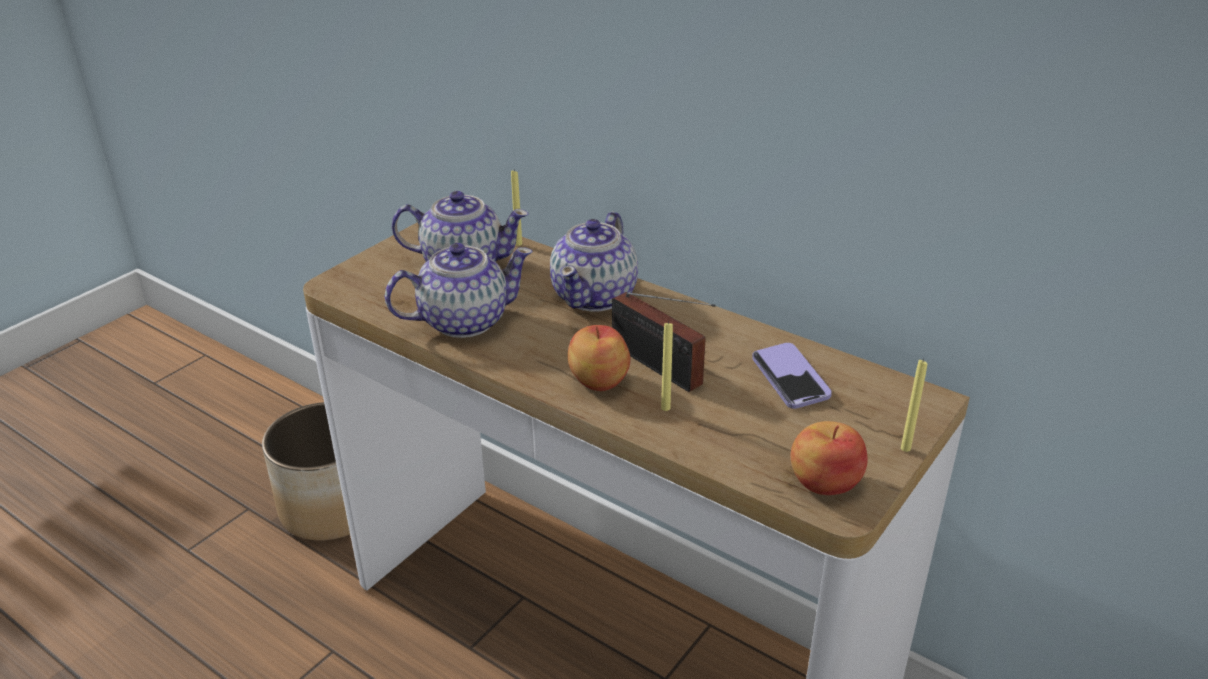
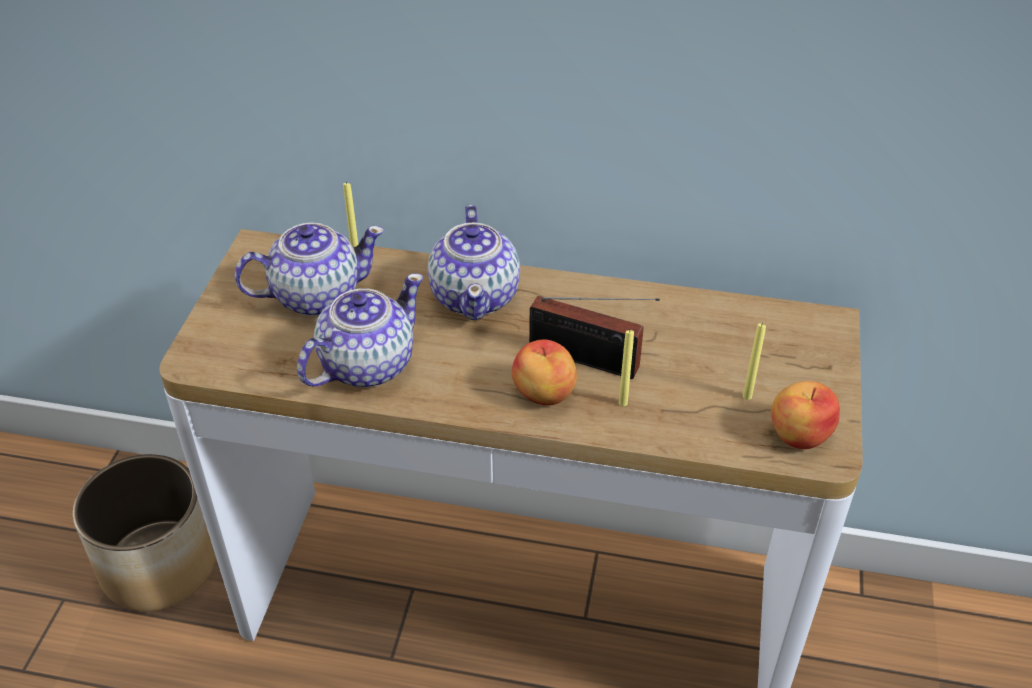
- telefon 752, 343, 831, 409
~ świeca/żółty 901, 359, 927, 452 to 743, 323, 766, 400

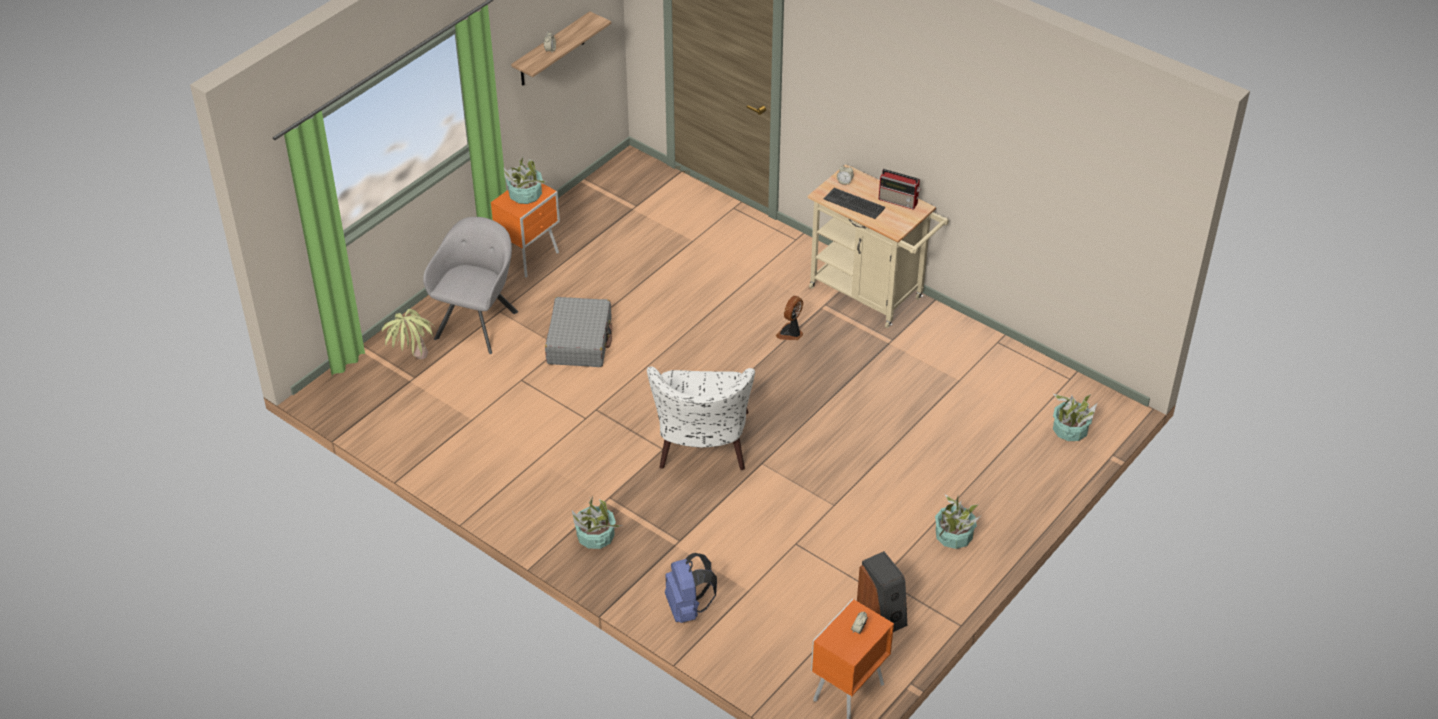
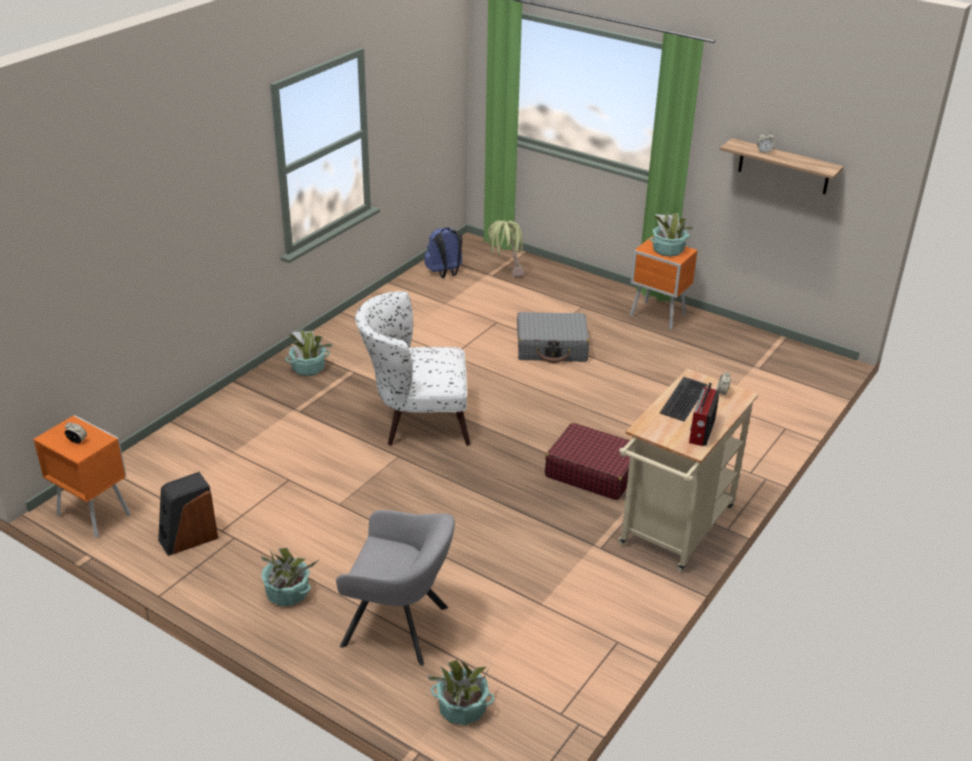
~ fotel/szary 423, 217, 518, 354 to 336, 510, 455, 666
~ plecak/niebieski 665, 553, 717, 623 to 424, 227, 463, 278
~ wentylator 776, 296, 803, 340 to walizka/czerwony 545, 423, 631, 500

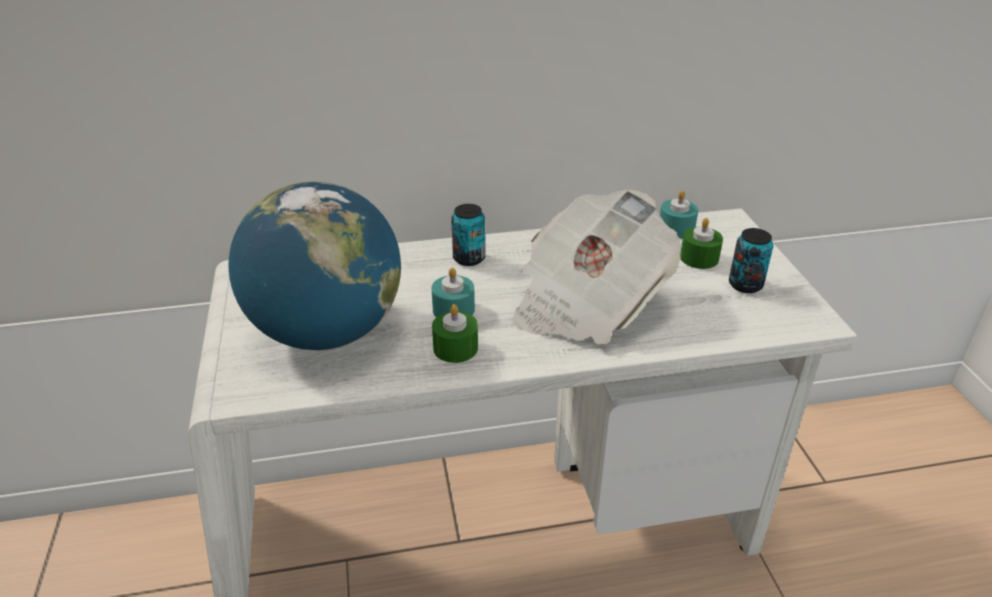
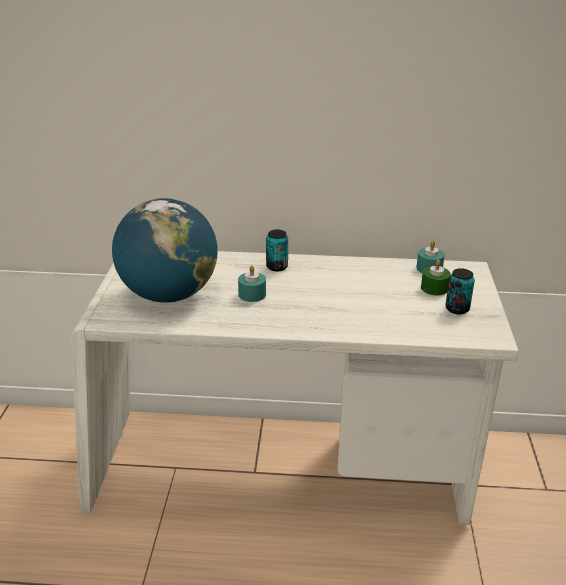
- świeca/zielony 432, 304, 478, 363
- gazeta 513, 190, 681, 345

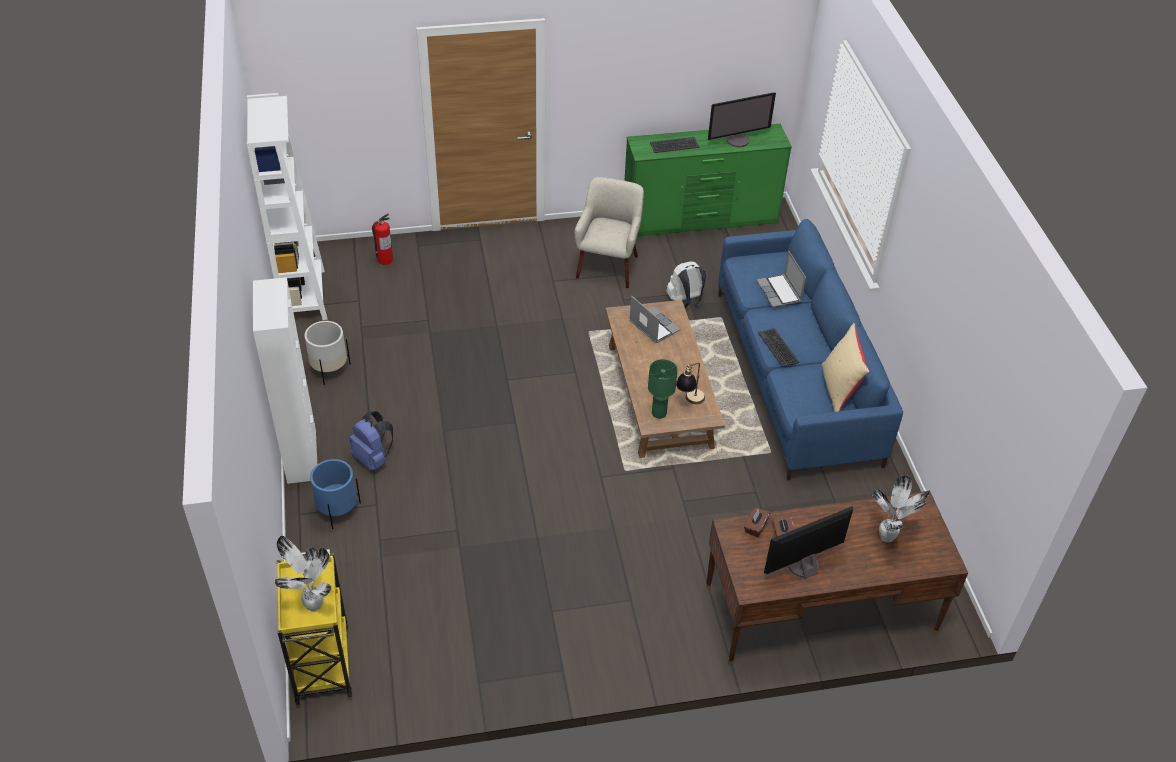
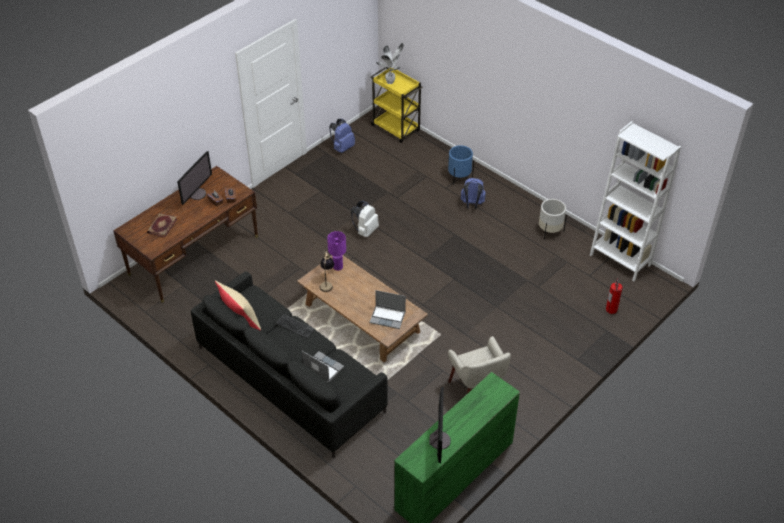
- szafka/biały 253, 277, 317, 484
- klawiatura 650, 137, 699, 153
+ plecak/niebieski 329, 119, 355, 153
~ plecak/biały 667, 261, 706, 308 to 351, 201, 379, 237
~ roślina doniczkowa 872, 475, 930, 542 to książka 147, 213, 177, 237
~ lampa stołowa/zielony 648, 359, 678, 419 to lampa stołowa/fioletowy 327, 231, 346, 271
~ kanapa/niebieski 718, 219, 903, 481 to kanapa/czarny 191, 271, 388, 458
~ monitor 708, 92, 776, 147 = 429, 386, 451, 463 150 degrees clockwise

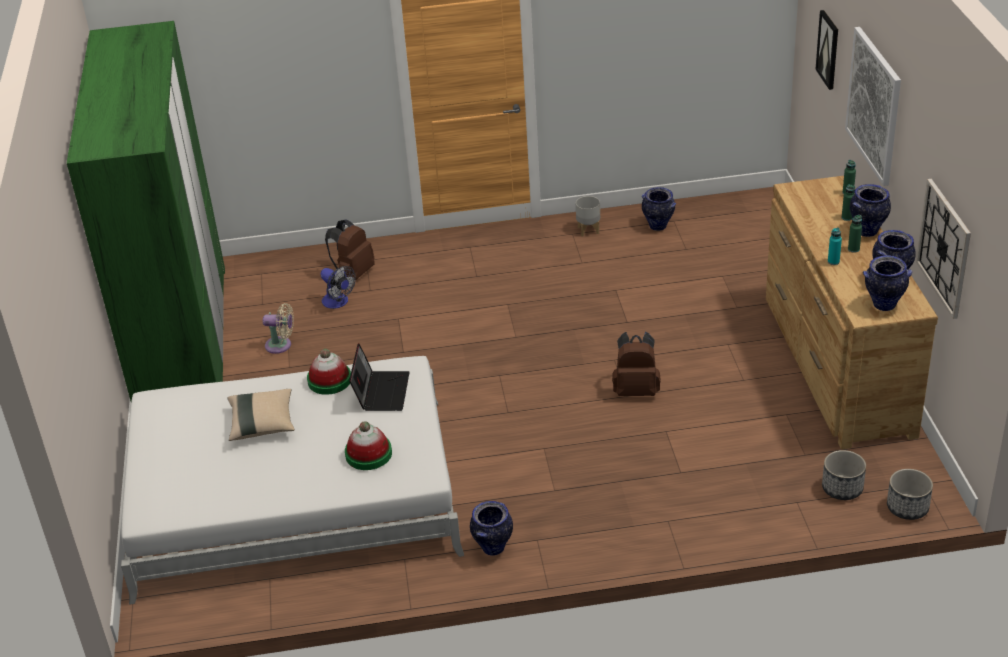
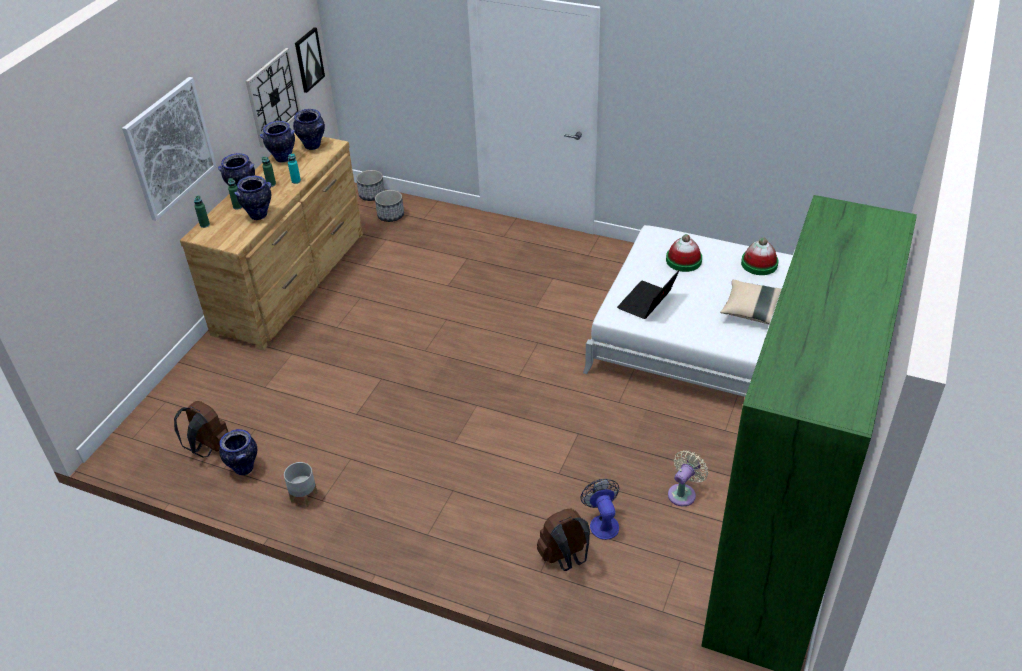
~ kapelusz 307, 349, 351, 395 to 741, 238, 779, 275
~ wazon 470, 501, 513, 556 to 234, 176, 271, 220
~ plecak/brązowy 612, 332, 661, 396 to 174, 401, 228, 458
~ obraz 815, 10, 838, 90 to 295, 27, 325, 93
~ wentylator/beżowy 263, 303, 294, 354 = 668, 450, 708, 507 90 degrees clockwise

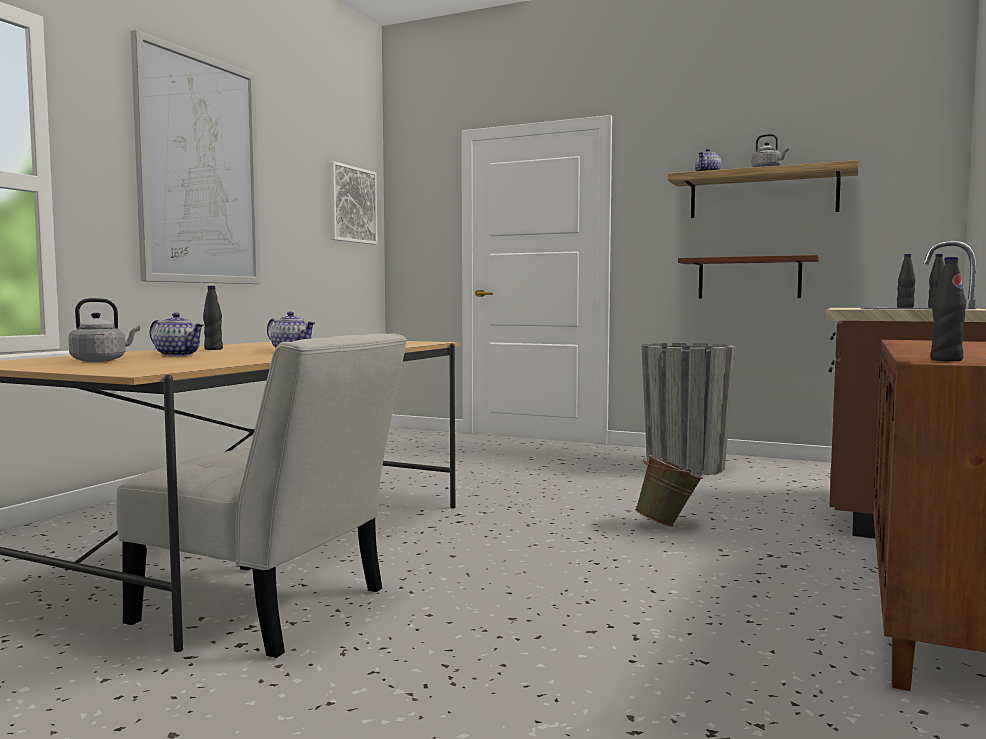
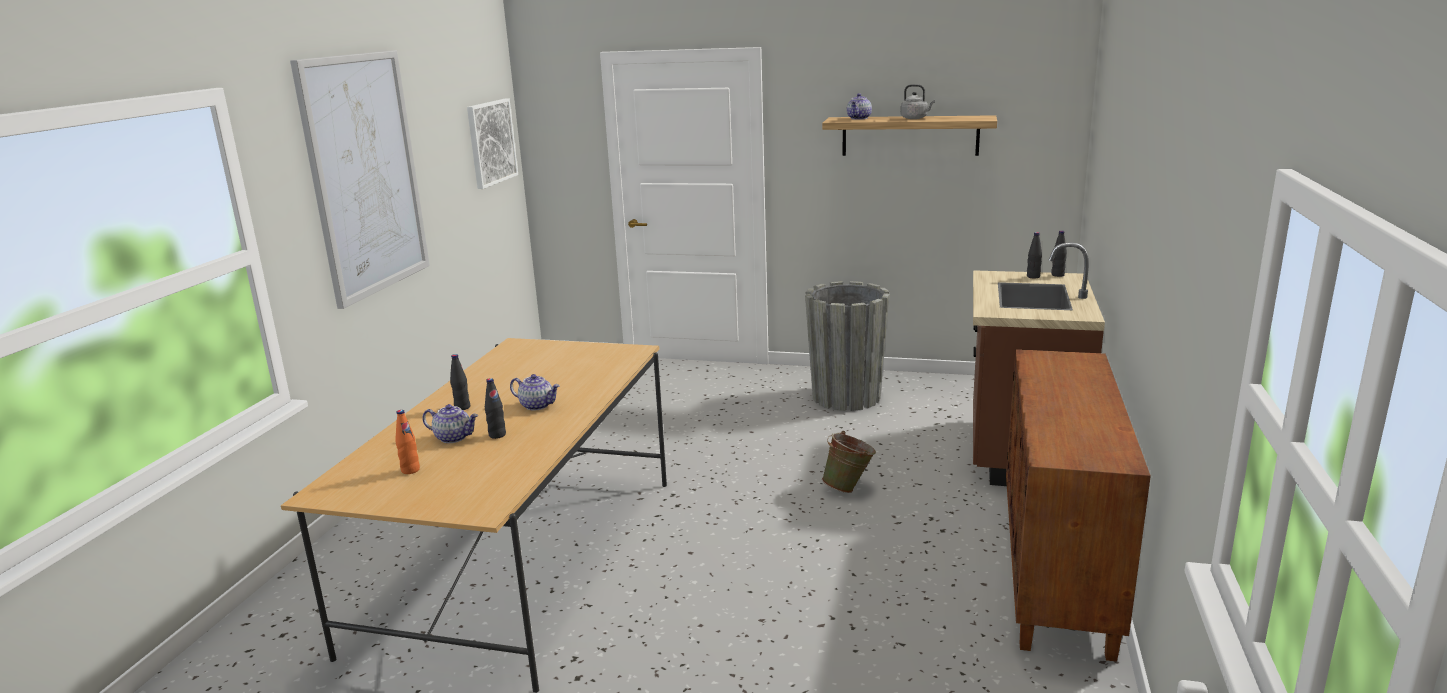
- krzesło/biały 116, 333, 407, 658
- półka/brązowy 678, 255, 819, 298
~ butelka/czarny 931, 257, 966, 361 to 485, 378, 506, 439
~ czajnik/szary 68, 298, 140, 362 to butelka/pomarańczowy 395, 410, 420, 474

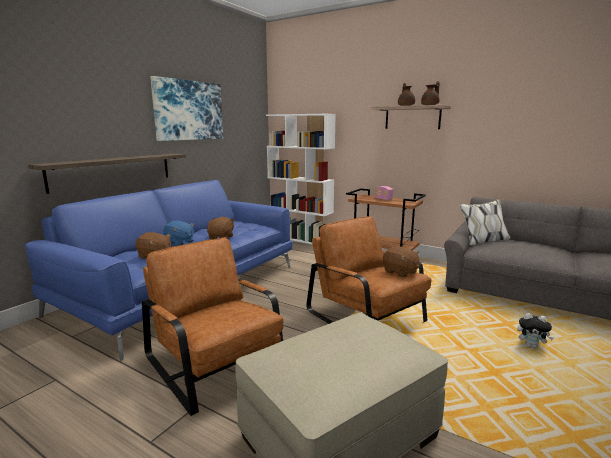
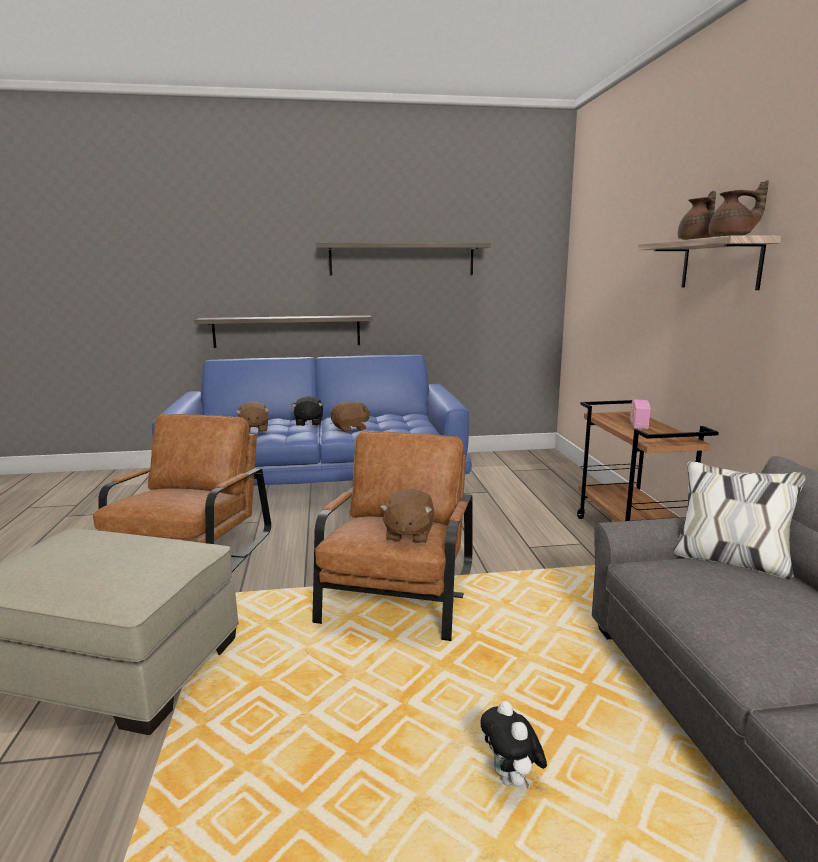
- regał/biały 266, 114, 336, 245
~ obraz 150, 76, 223, 141 to półka 317, 243, 491, 276
~ pluszak/niebieski 163, 221, 194, 246 to pluszak/czarny 292, 396, 323, 426

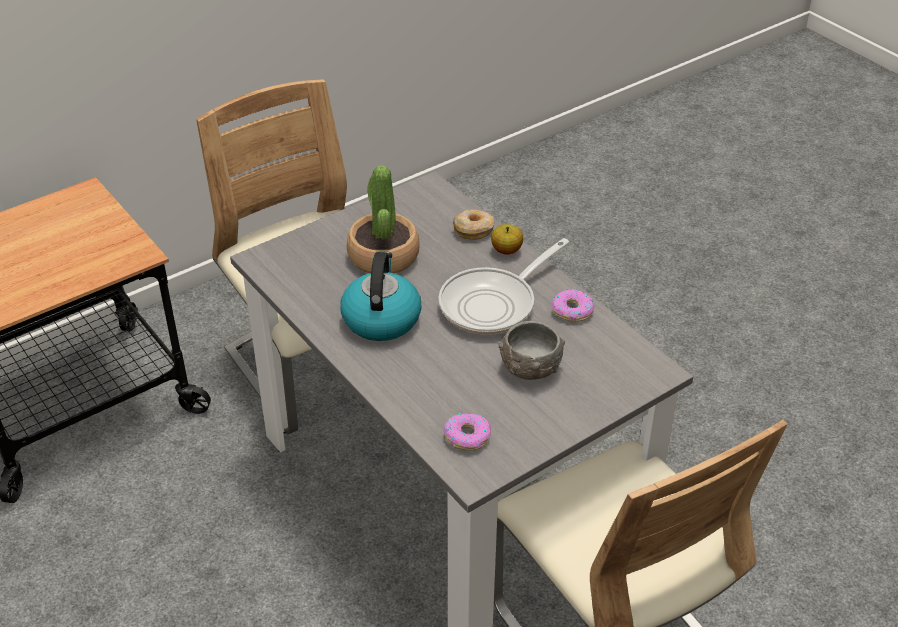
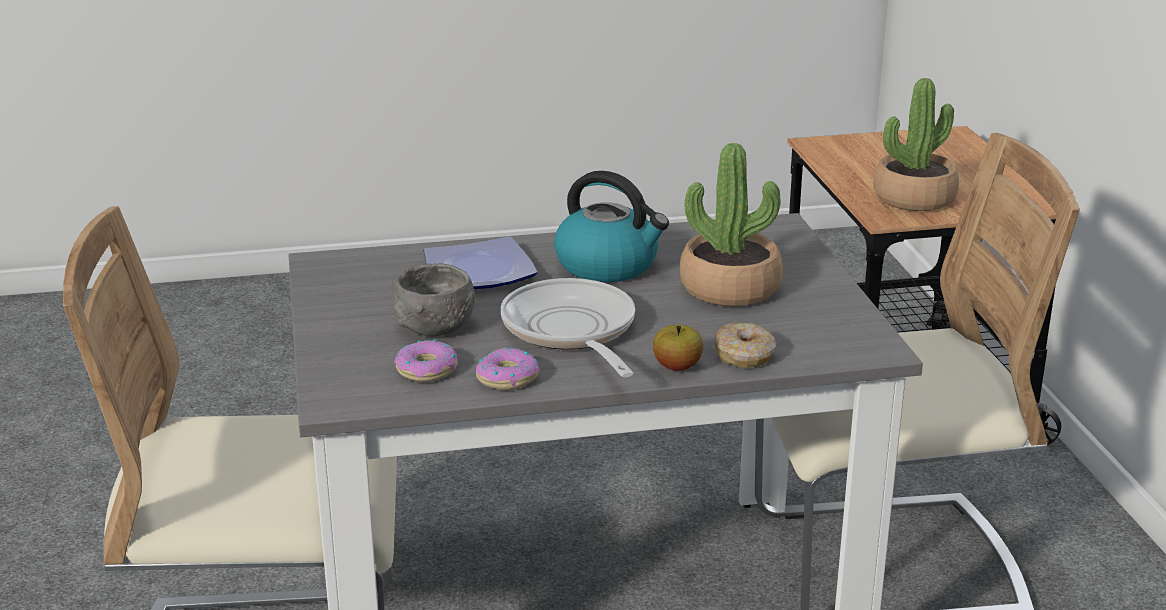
+ talerz 424, 237, 538, 289
+ roślina doniczkowa 873, 78, 959, 211
~ donut 444, 413, 491, 451 to 394, 339, 458, 382

